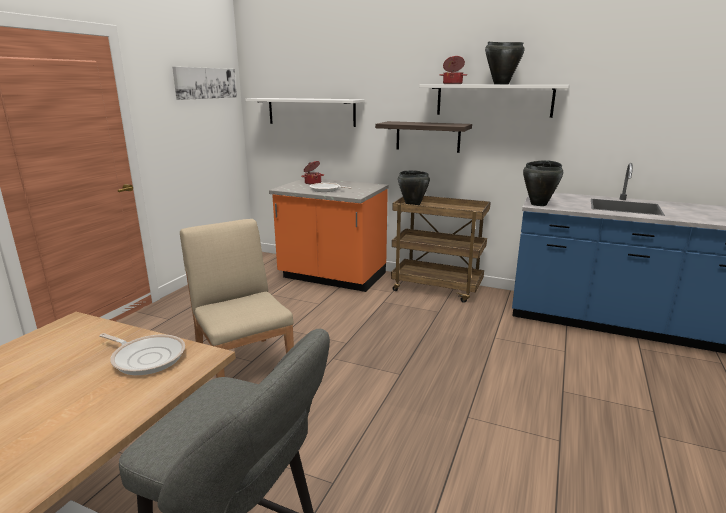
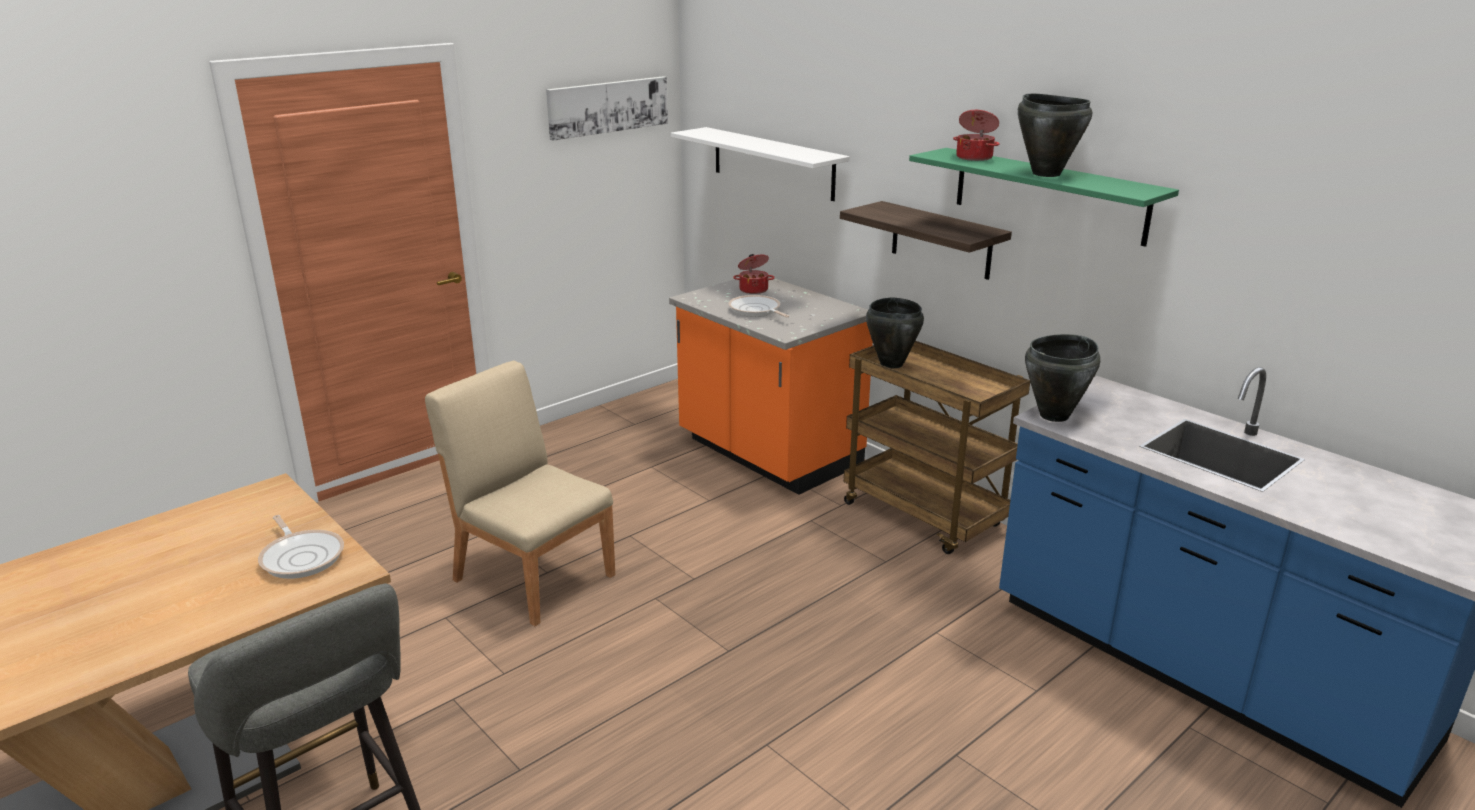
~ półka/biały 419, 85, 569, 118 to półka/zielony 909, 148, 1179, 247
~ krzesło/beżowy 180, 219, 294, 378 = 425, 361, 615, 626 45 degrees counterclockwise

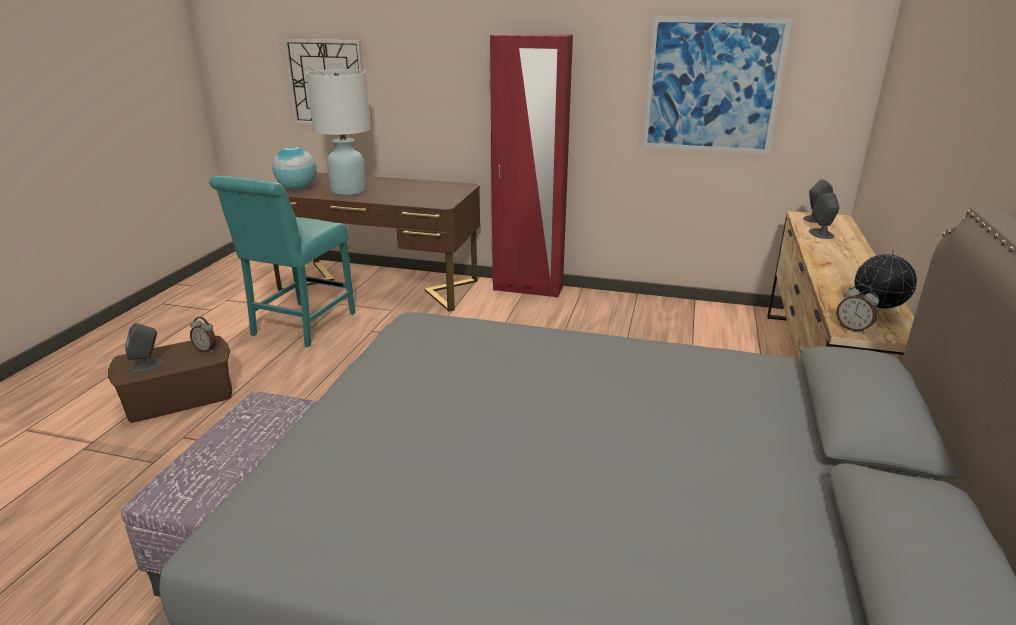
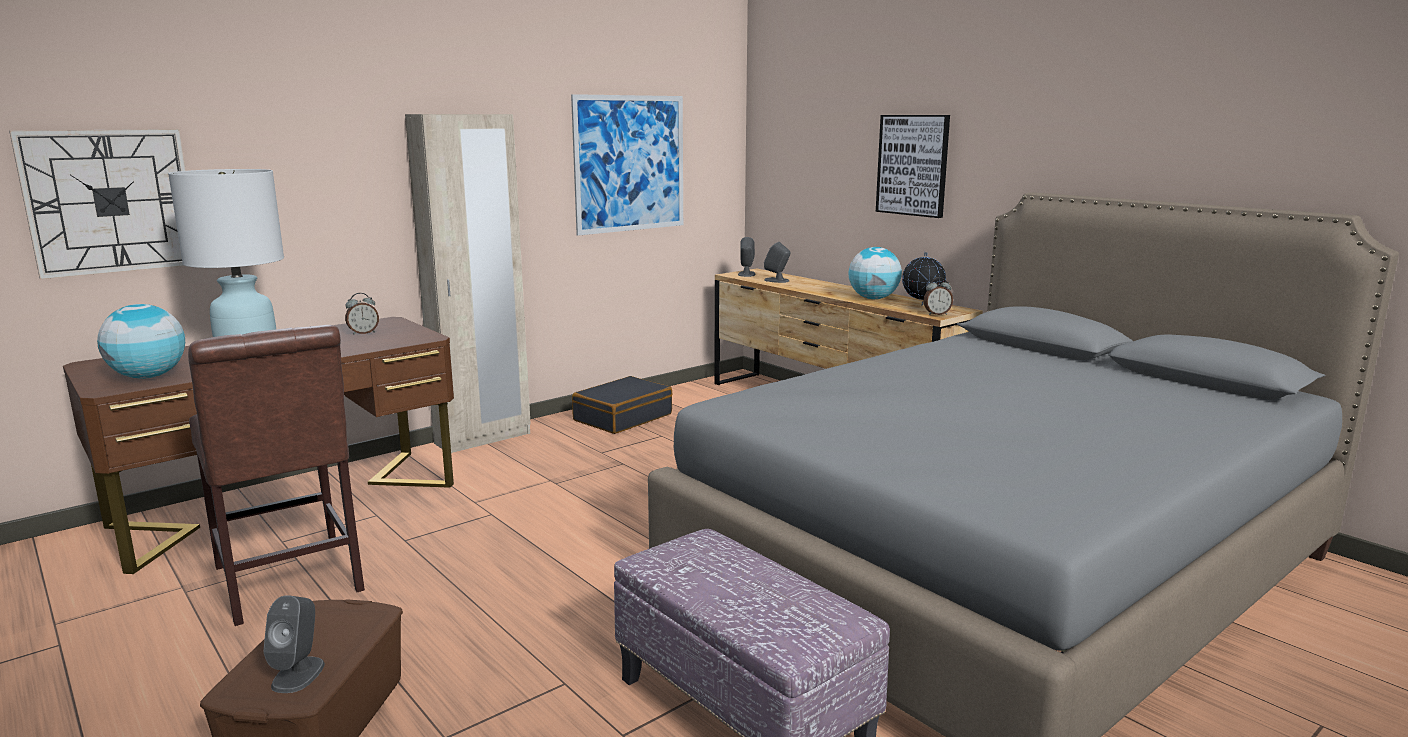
+ walizka/czarny 572, 376, 672, 434
+ globus 849, 247, 902, 299
+ obraz 876, 115, 950, 218
~ budzik 190, 317, 216, 352 to 345, 293, 379, 335
~ krzesło/turkusowy 209, 176, 355, 347 to krzesło/brązowy 188, 325, 365, 626
~ szafa/czerwony 490, 33, 573, 298 to szafa/beżowy 405, 114, 531, 453

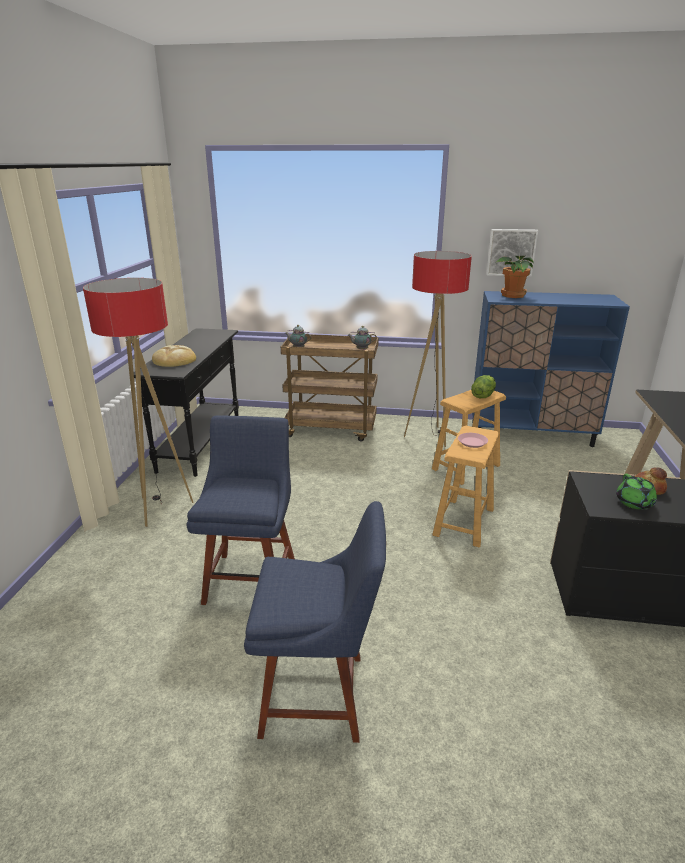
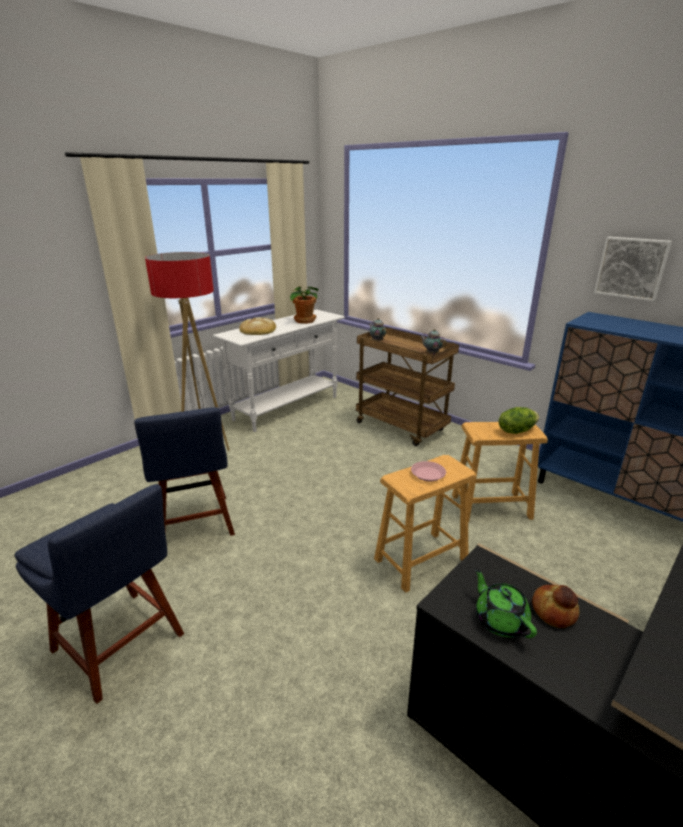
- lampa stojąca 404, 251, 472, 447
~ roślina doniczkowa 497, 256, 534, 298 to 290, 286, 318, 324
~ stolik konsolowy/czarny 134, 328, 239, 477 to stolik konsolowy/biały 213, 309, 345, 432
~ krzesło/niebieski 187, 415, 295, 605 = 134, 407, 235, 536 120 degrees clockwise
~ imbryk/zielony 616, 474, 657, 510 = 475, 568, 537, 638 120 degrees clockwise

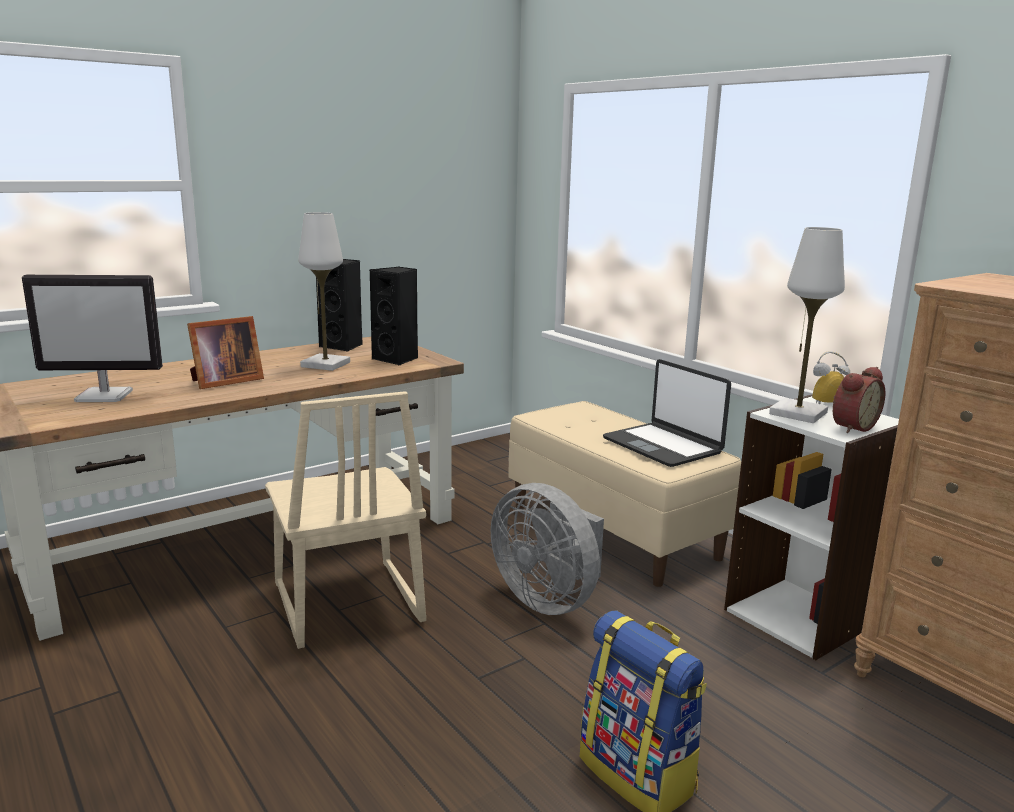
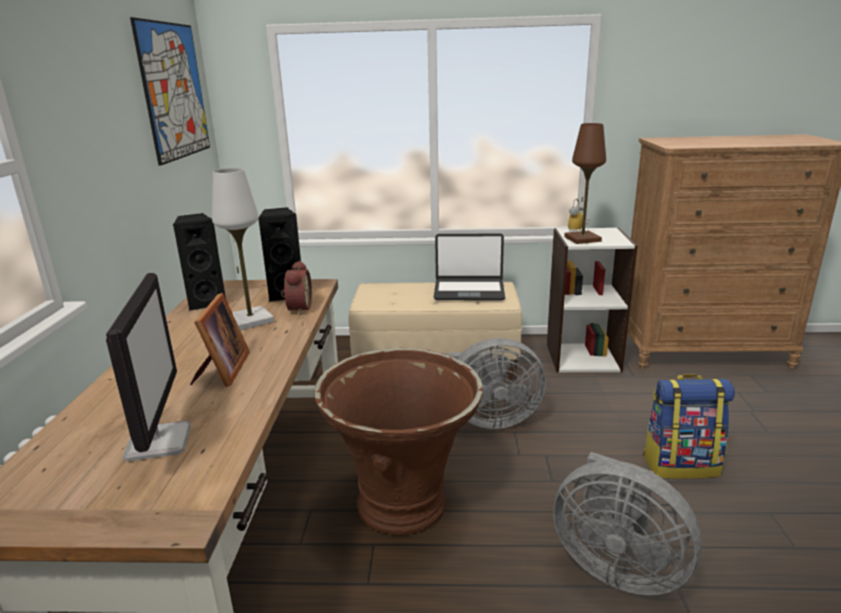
+ obraz 130, 17, 210, 166
+ wentylator/szary 553, 452, 702, 595
~ budzik 833, 367, 885, 433 to 281, 261, 312, 315
~ krzesło/beżowy 265, 391, 426, 649 to donica/brązowy 314, 348, 483, 535
~ lampa stołowa/biały 769, 227, 845, 423 to lampa stołowa/brązowy 564, 123, 606, 244
~ monitor 22, 275, 163, 402 = 106, 273, 191, 461 45 degrees counterclockwise

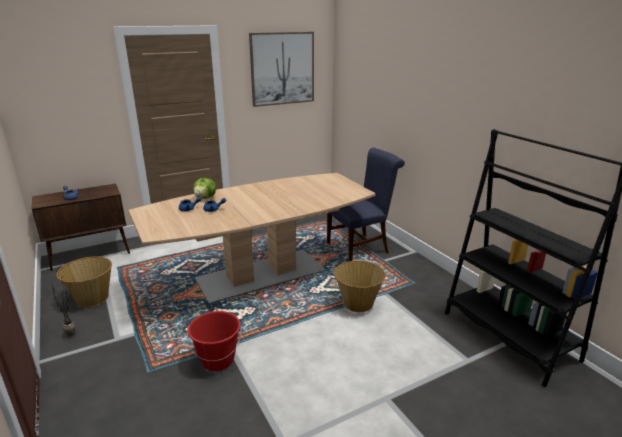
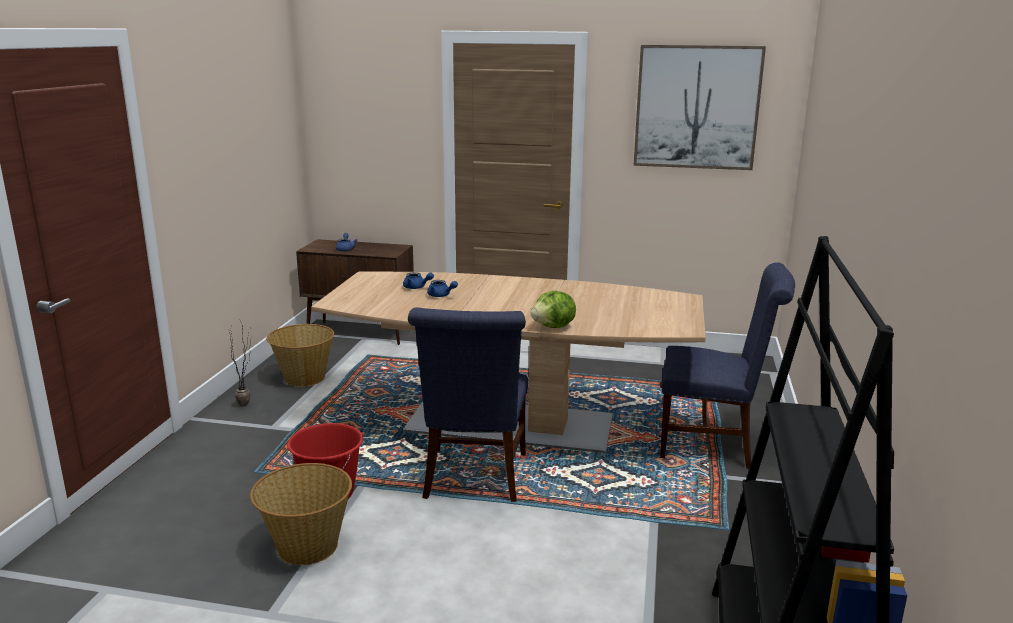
+ krzesło/niebieski 408, 307, 528, 502
~ sałata 193, 178, 216, 199 to 531, 291, 576, 328
~ koszyk 334, 261, 386, 312 to 250, 463, 352, 565

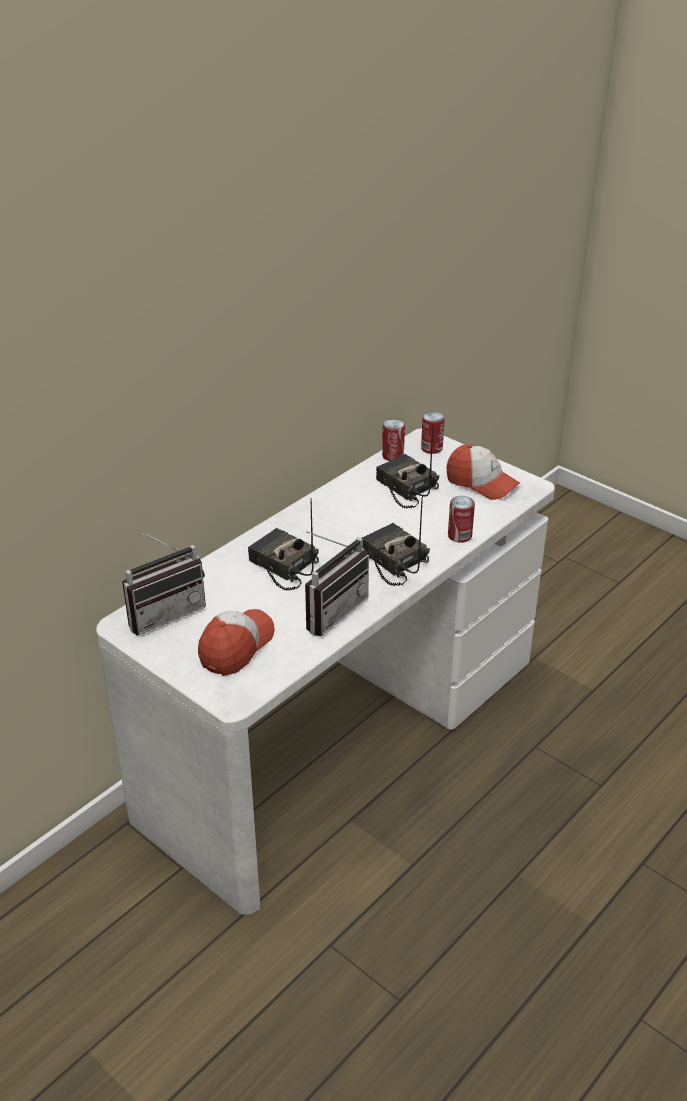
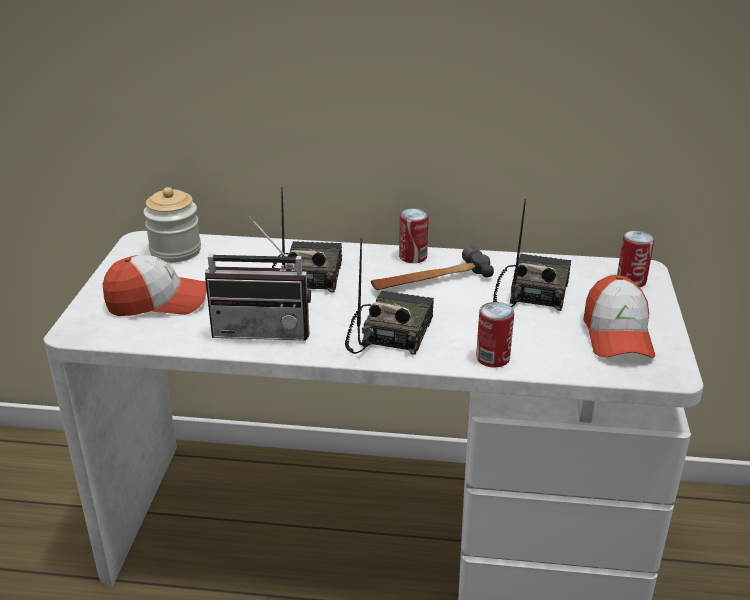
+ młotek 371, 245, 494, 290
~ puszka 382, 419, 405, 461 to 399, 208, 429, 263
~ radio 122, 530, 206, 635 to słoik 144, 187, 201, 263

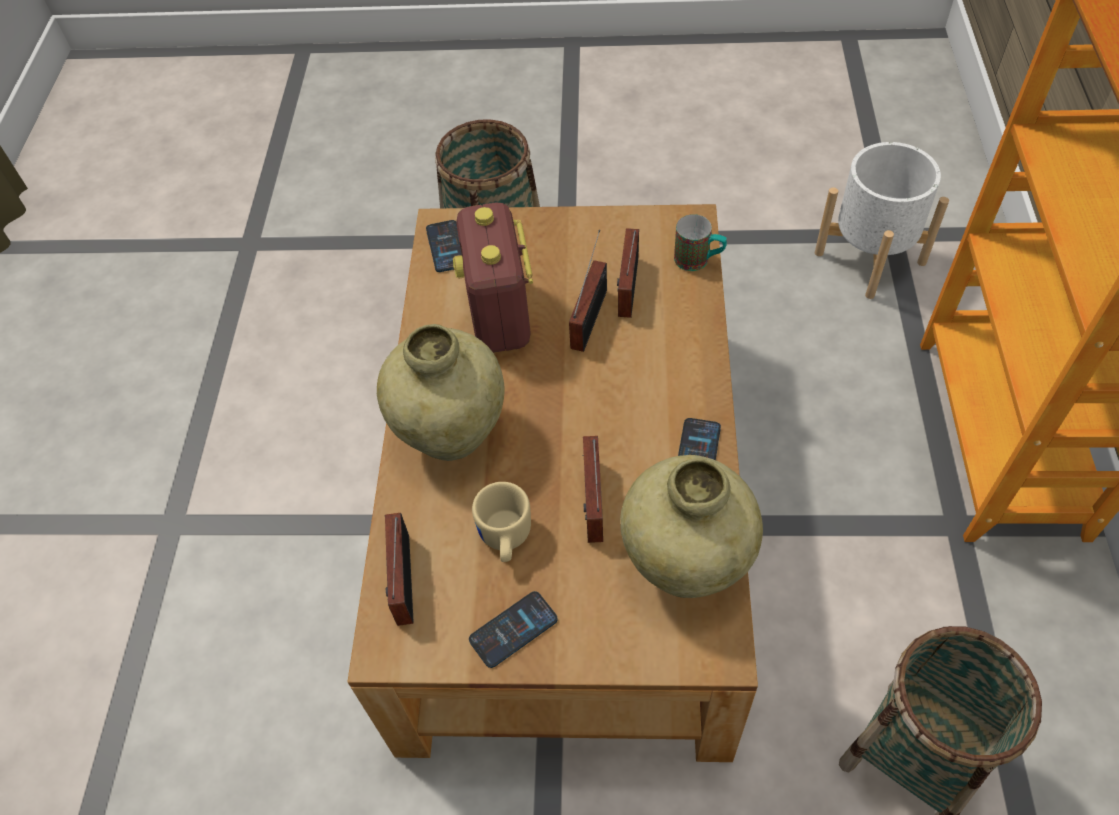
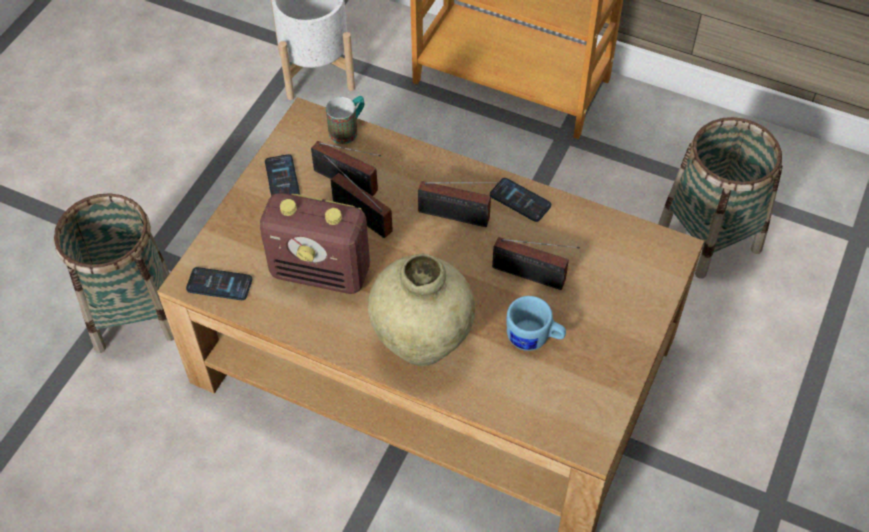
- wazon/beżowy 620, 455, 763, 598
~ radio 385, 513, 414, 626 to 418, 181, 500, 227
~ telefon 469, 591, 557, 668 to 265, 154, 300, 196
~ kubek/beżowy 472, 482, 531, 562 to kubek/niebieski 507, 296, 566, 351

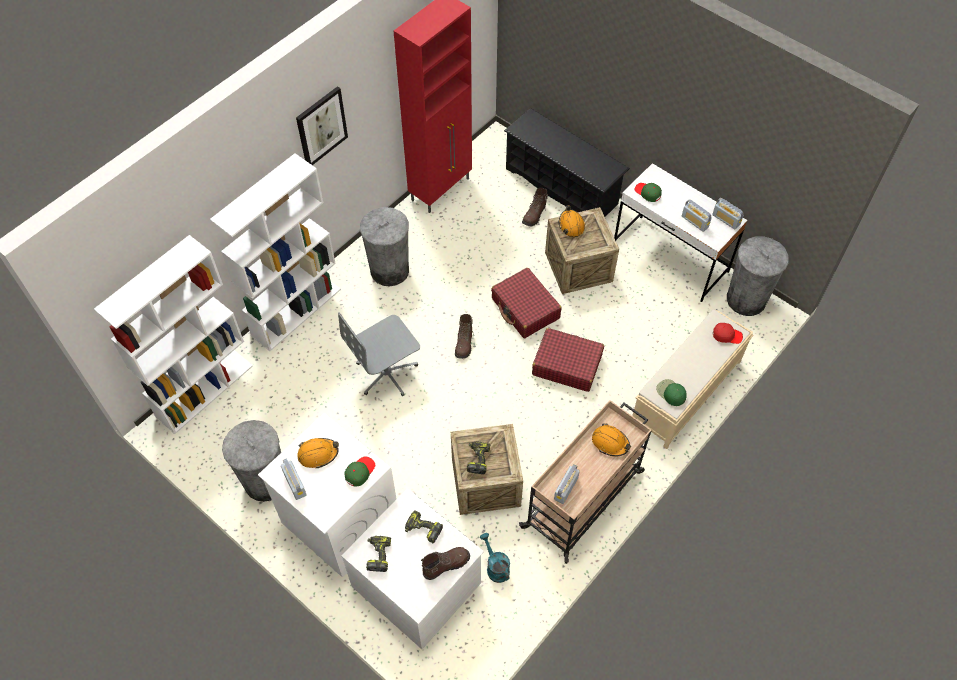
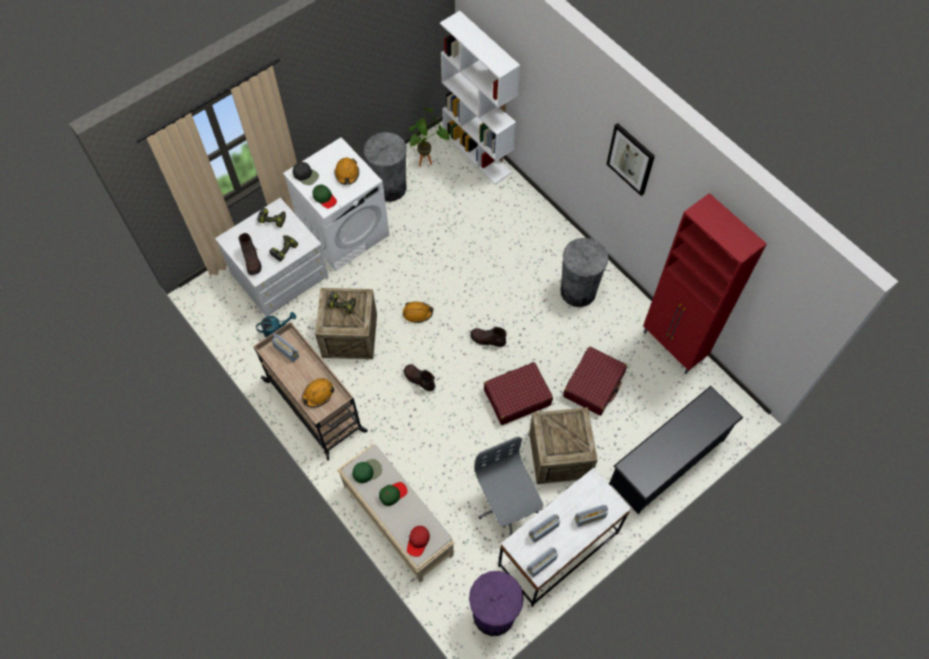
- regał/biały 210, 153, 341, 351
+ czapka z daszkiem/czarny 293, 162, 319, 185
+ roślina doniczkowa 409, 107, 450, 167
~ radio 281, 458, 307, 500 to 574, 504, 608, 527
~ krzesło biurowe/szary 338, 312, 420, 396 to 475, 436, 543, 536
~ but z cholewką/brązowy 522, 188, 549, 226 to 404, 364, 435, 392
~ walizka/czerwony 532, 328, 604, 392 to 563, 346, 627, 416
~ kask/pomarańczowy 559, 205, 585, 237 to 403, 301, 434, 323
~ czapka z daszkiem/zielony 634, 183, 662, 202 to 379, 482, 408, 506
~ kosz na śmieci/szary 727, 236, 789, 316 to kosz na śmieci/fioletowy 469, 571, 524, 636

